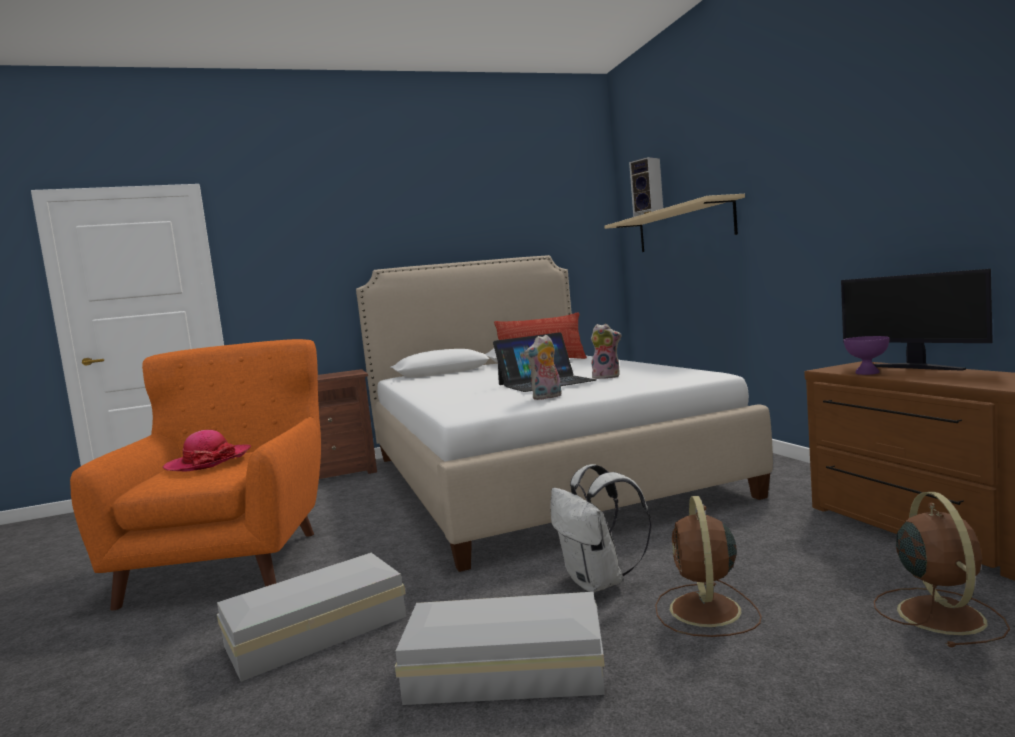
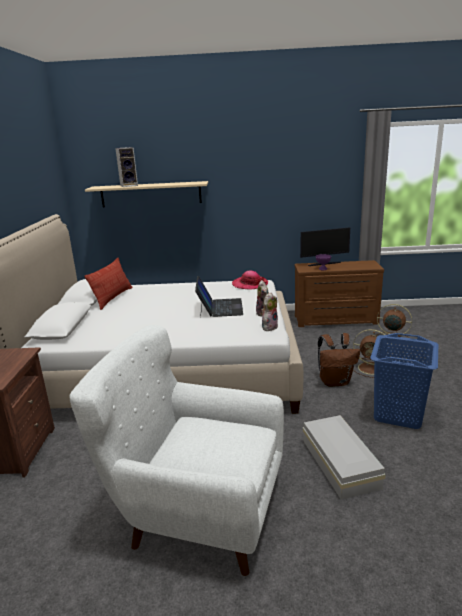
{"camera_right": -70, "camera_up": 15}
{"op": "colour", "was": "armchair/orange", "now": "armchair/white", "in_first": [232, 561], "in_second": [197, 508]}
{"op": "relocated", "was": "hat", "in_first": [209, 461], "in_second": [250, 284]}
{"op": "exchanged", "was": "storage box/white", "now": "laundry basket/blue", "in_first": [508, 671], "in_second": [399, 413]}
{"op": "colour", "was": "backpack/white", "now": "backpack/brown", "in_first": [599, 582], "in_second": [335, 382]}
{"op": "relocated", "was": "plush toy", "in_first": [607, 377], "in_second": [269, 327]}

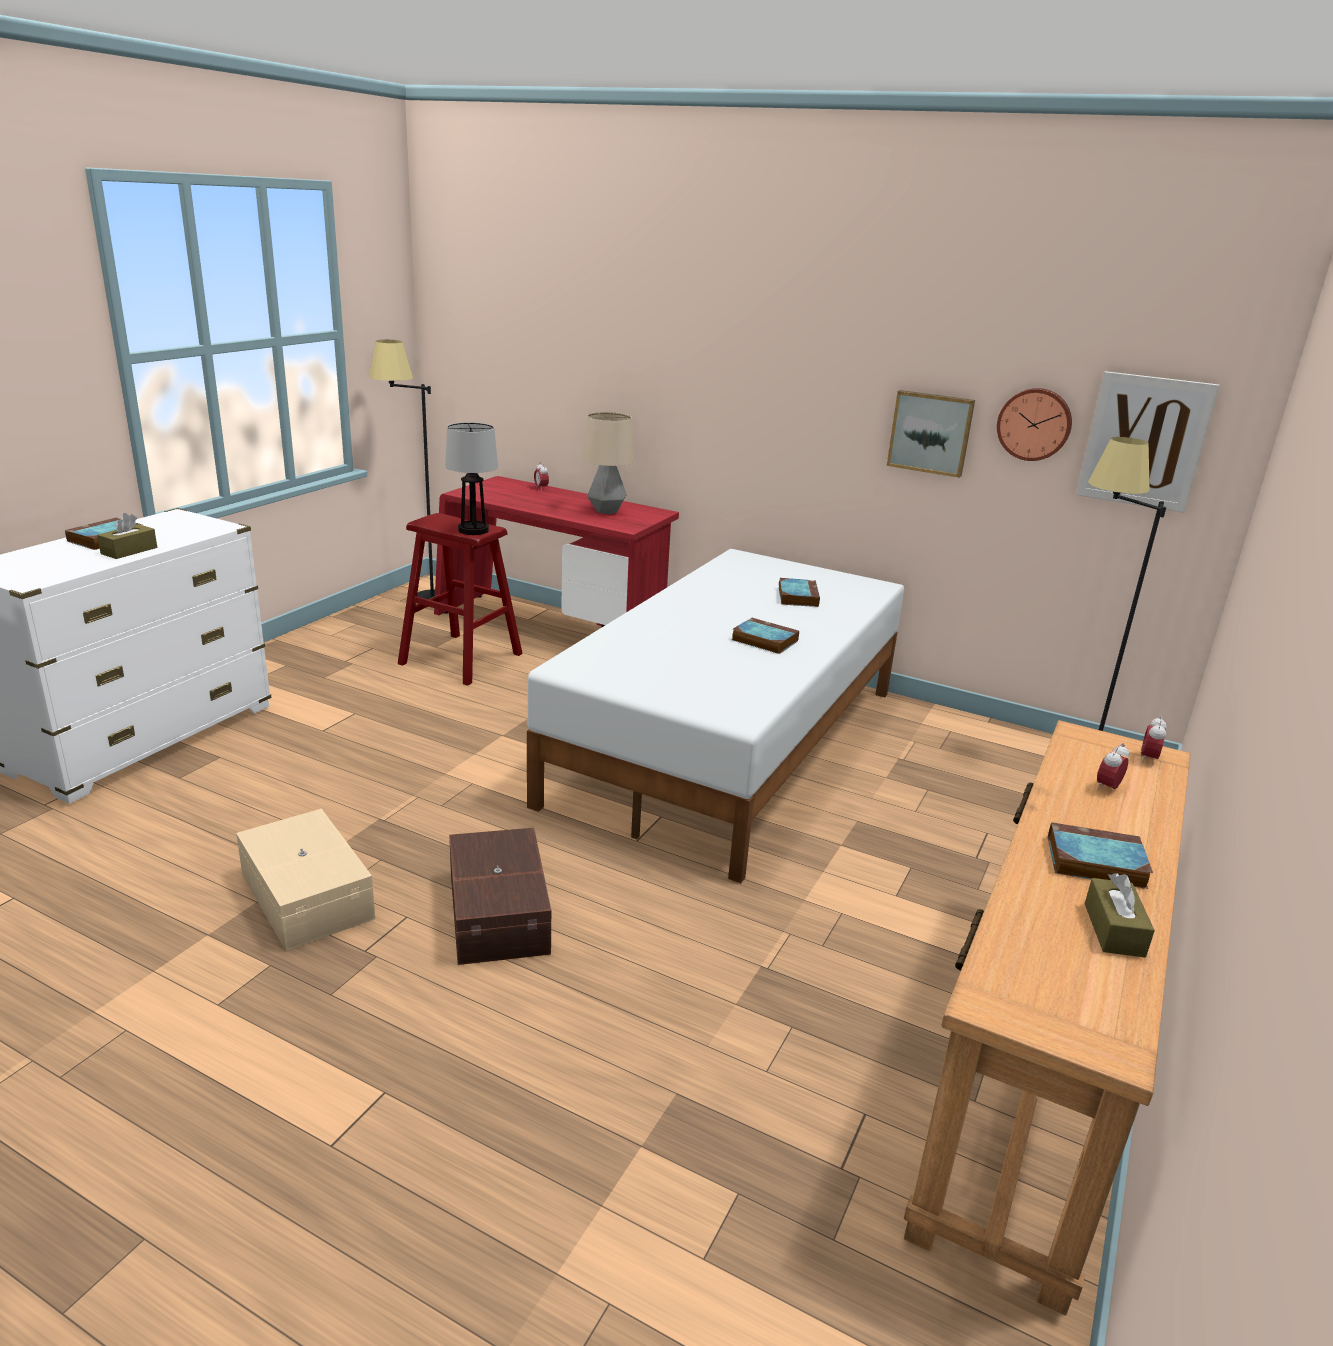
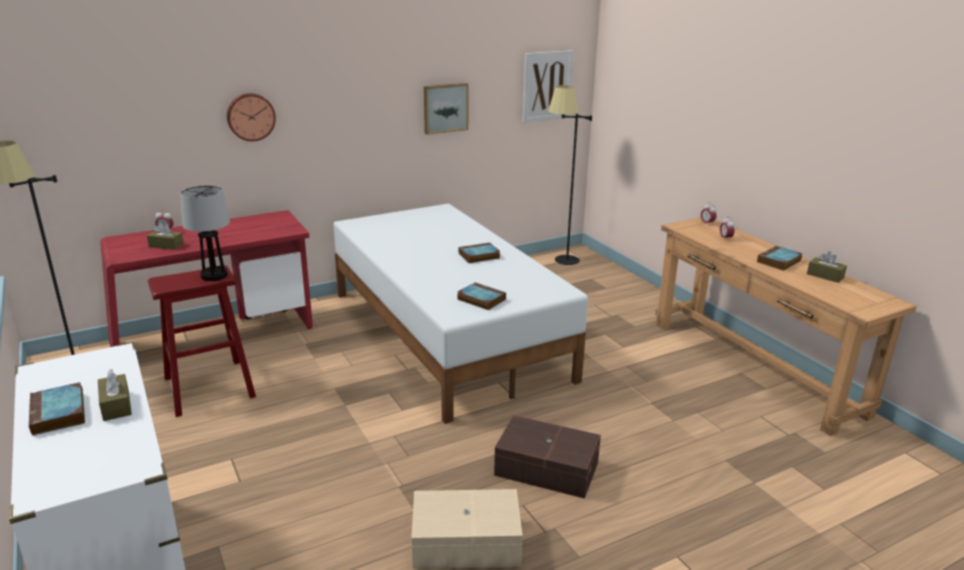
{"camera_right": -55, "camera_up": 0}
{"op": "missing", "was": "table lamp", "in_first": [606, 511]}
{"op": "relocated", "was": "book", "in_first": [797, 596], "in_second": [480, 299]}
{"op": "relocated", "was": "wall clock", "in_first": [1034, 424], "in_second": [250, 116]}
{"op": "appeared", "now": "tissue box/brown", "in_second": [166, 245]}

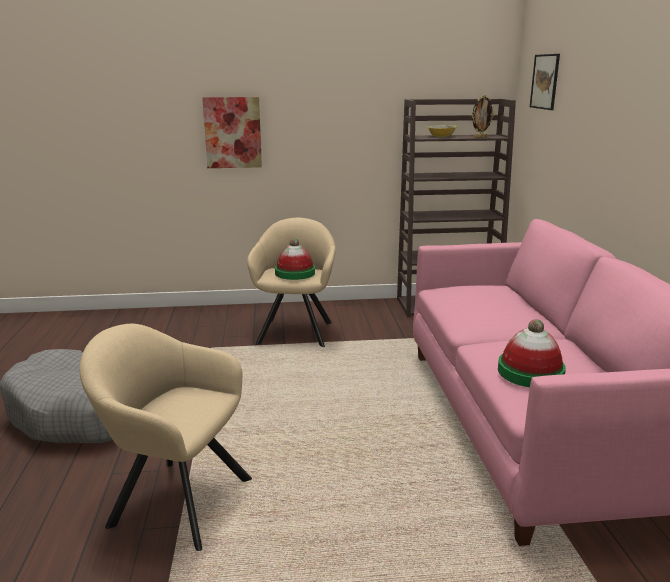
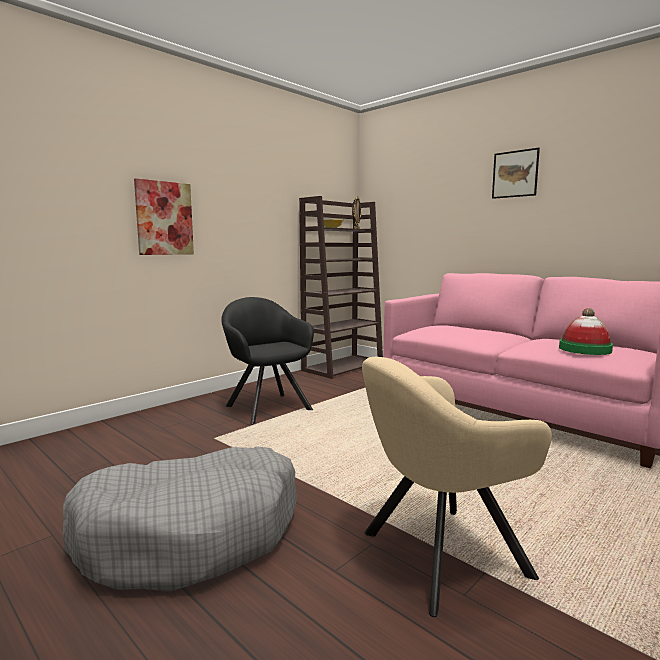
{"camera_right": -40, "camera_up": -10}
{"op": "colour", "was": "armchair/beige", "now": "armchair/black", "in_first": [296, 330], "in_second": [266, 406]}
{"op": "missing", "was": "hat", "in_first": [295, 273]}
{"op": "relocated", "was": "picture", "in_first": [545, 81], "in_second": [515, 174]}

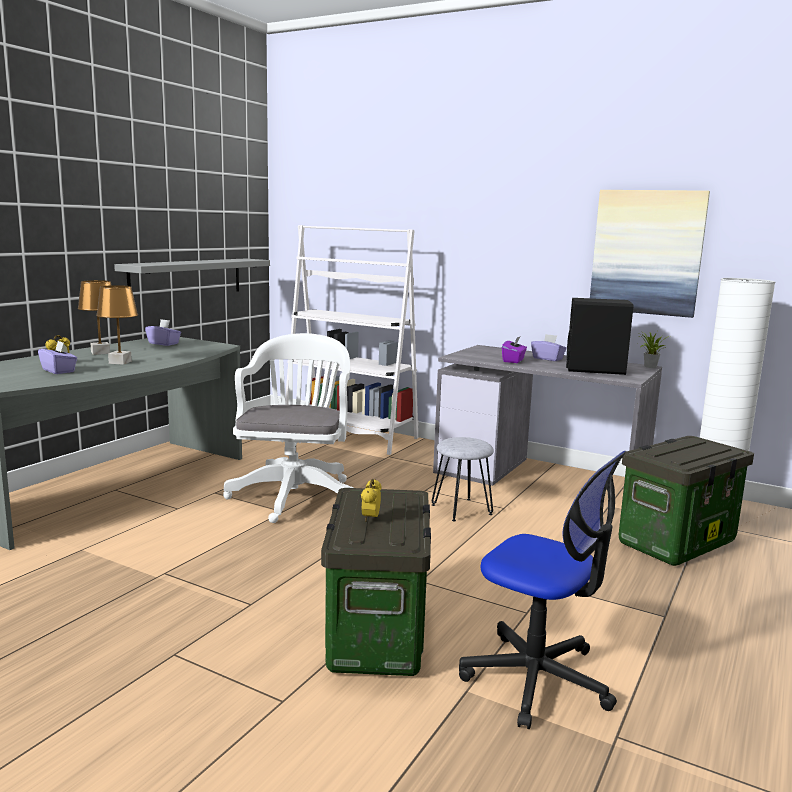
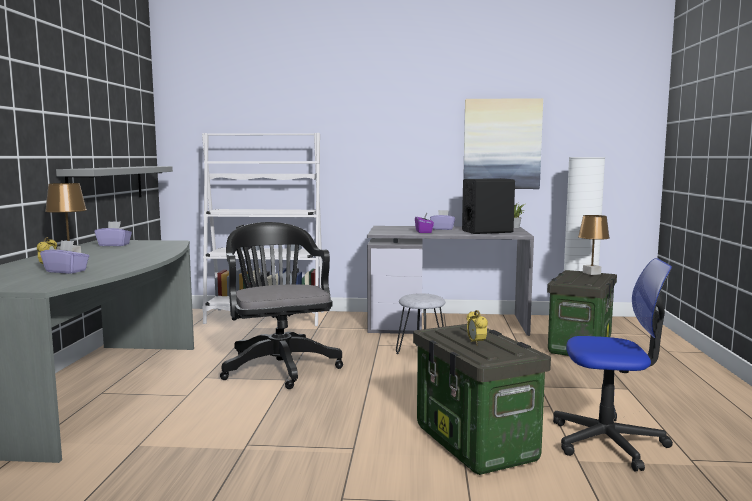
{"camera_right": -25, "camera_up": -5}
{"op": "relocated", "was": "table lamp/brown", "in_first": [120, 362], "in_second": [591, 273]}
{"op": "colour", "was": "office chair/white", "now": "office chair/black", "in_first": [295, 494], "in_second": [279, 366]}

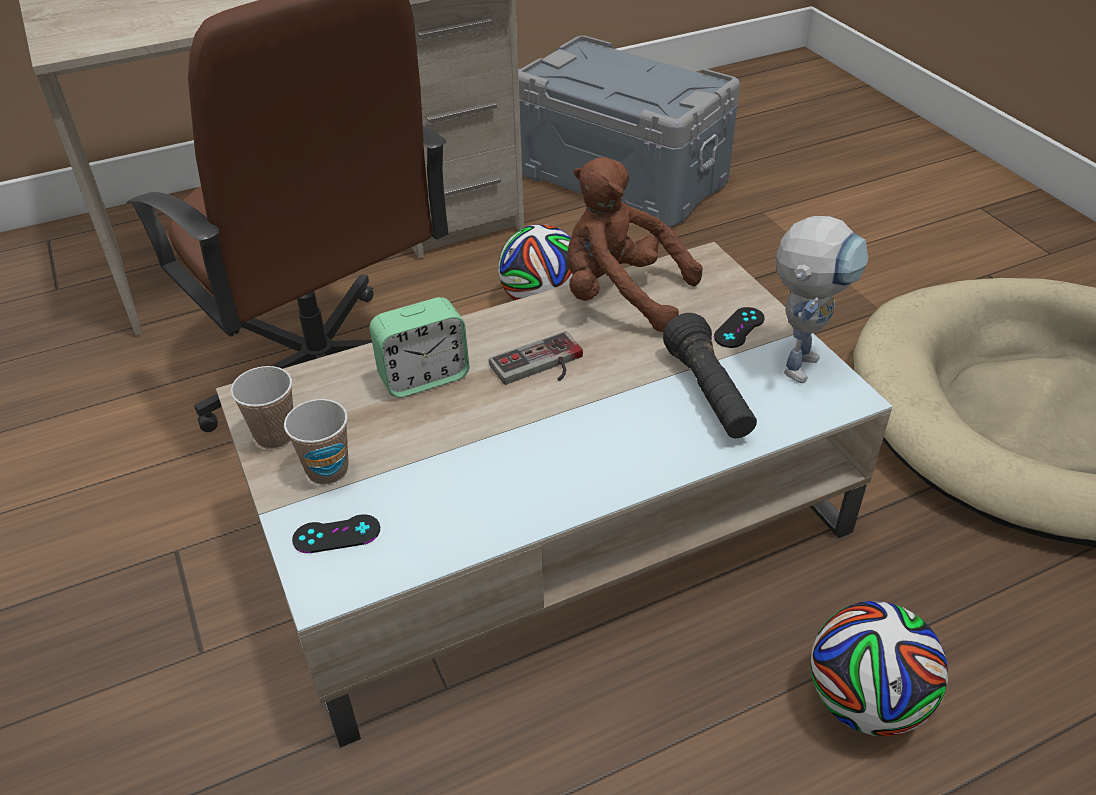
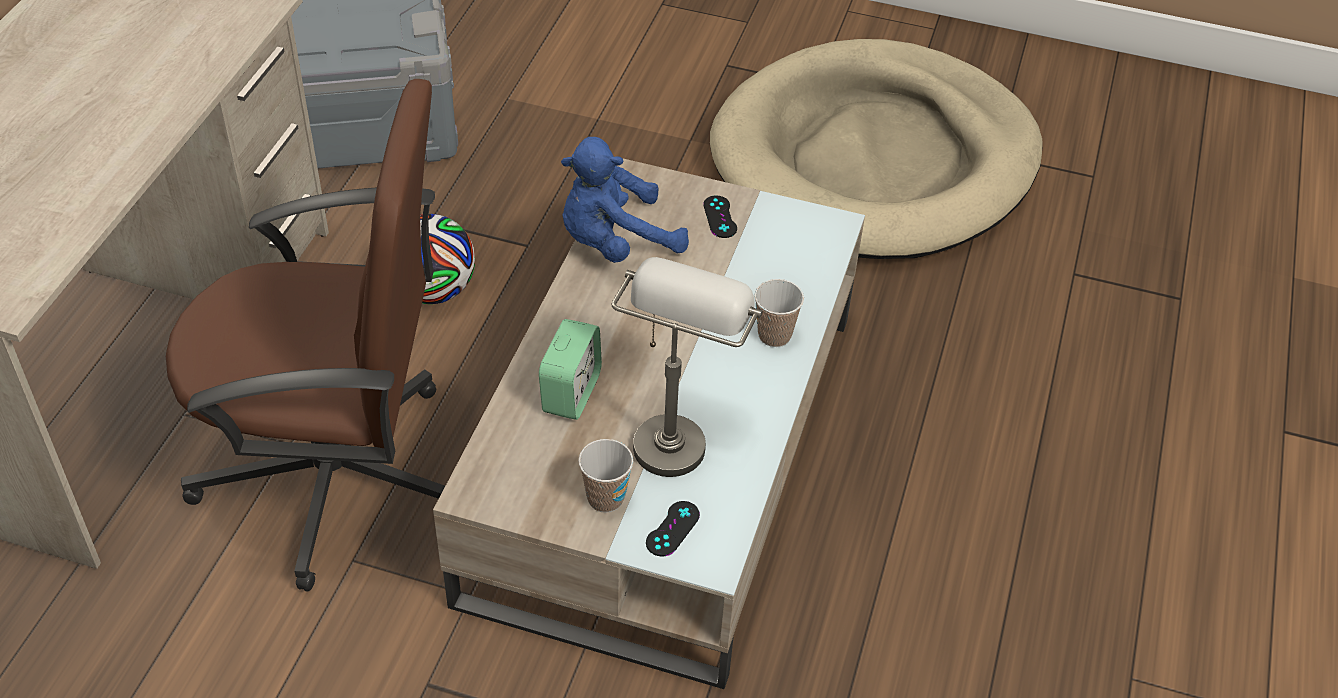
{"camera_right": -50, "camera_up": 5}
{"op": "relocated", "was": "cup", "in_first": [275, 435], "in_second": [774, 335]}
{"op": "missing", "was": "game controller", "in_first": [541, 366]}
{"op": "colour", "was": "plush toy/brown", "now": "plush toy/blue", "in_first": [620, 296], "in_second": [615, 242]}
{"op": "missing", "was": "flashlight/black", "in_first": [709, 394]}
{"op": "missing", "was": "toy robot", "in_first": [800, 358]}
{"op": "missing", "was": "football", "in_first": [865, 702]}
{"op": "appeared", "now": "table lamp/grey", "in_second": [676, 429]}

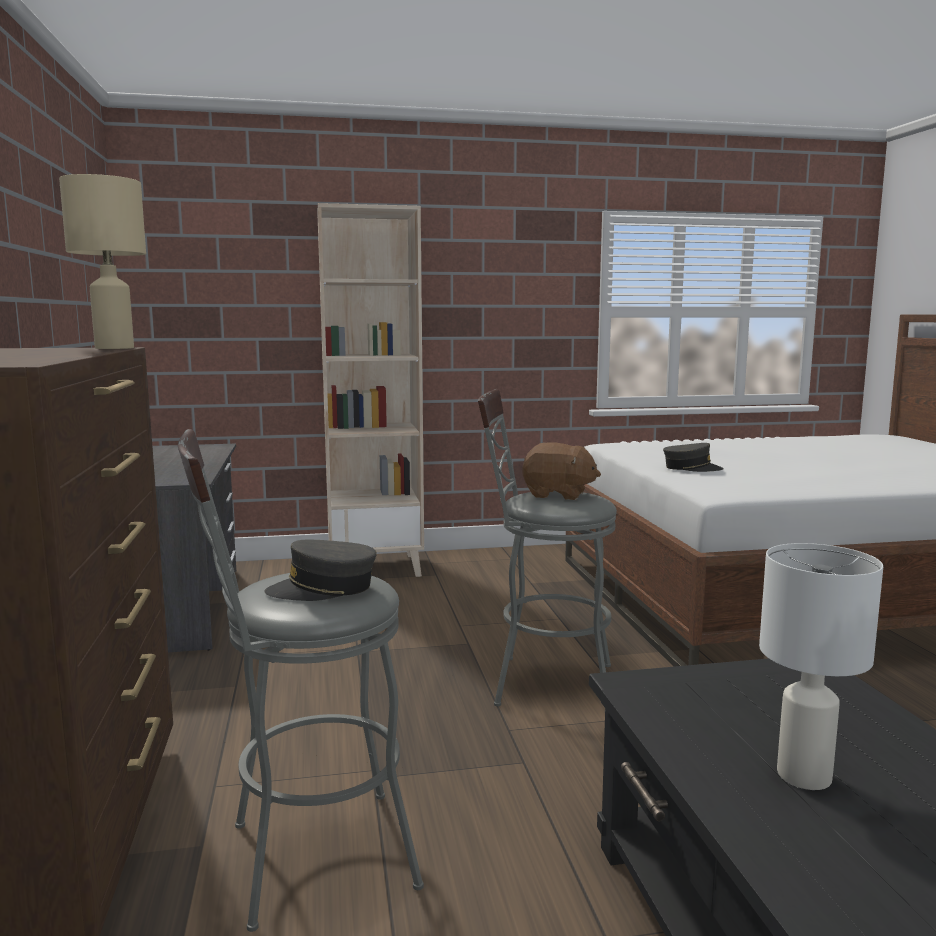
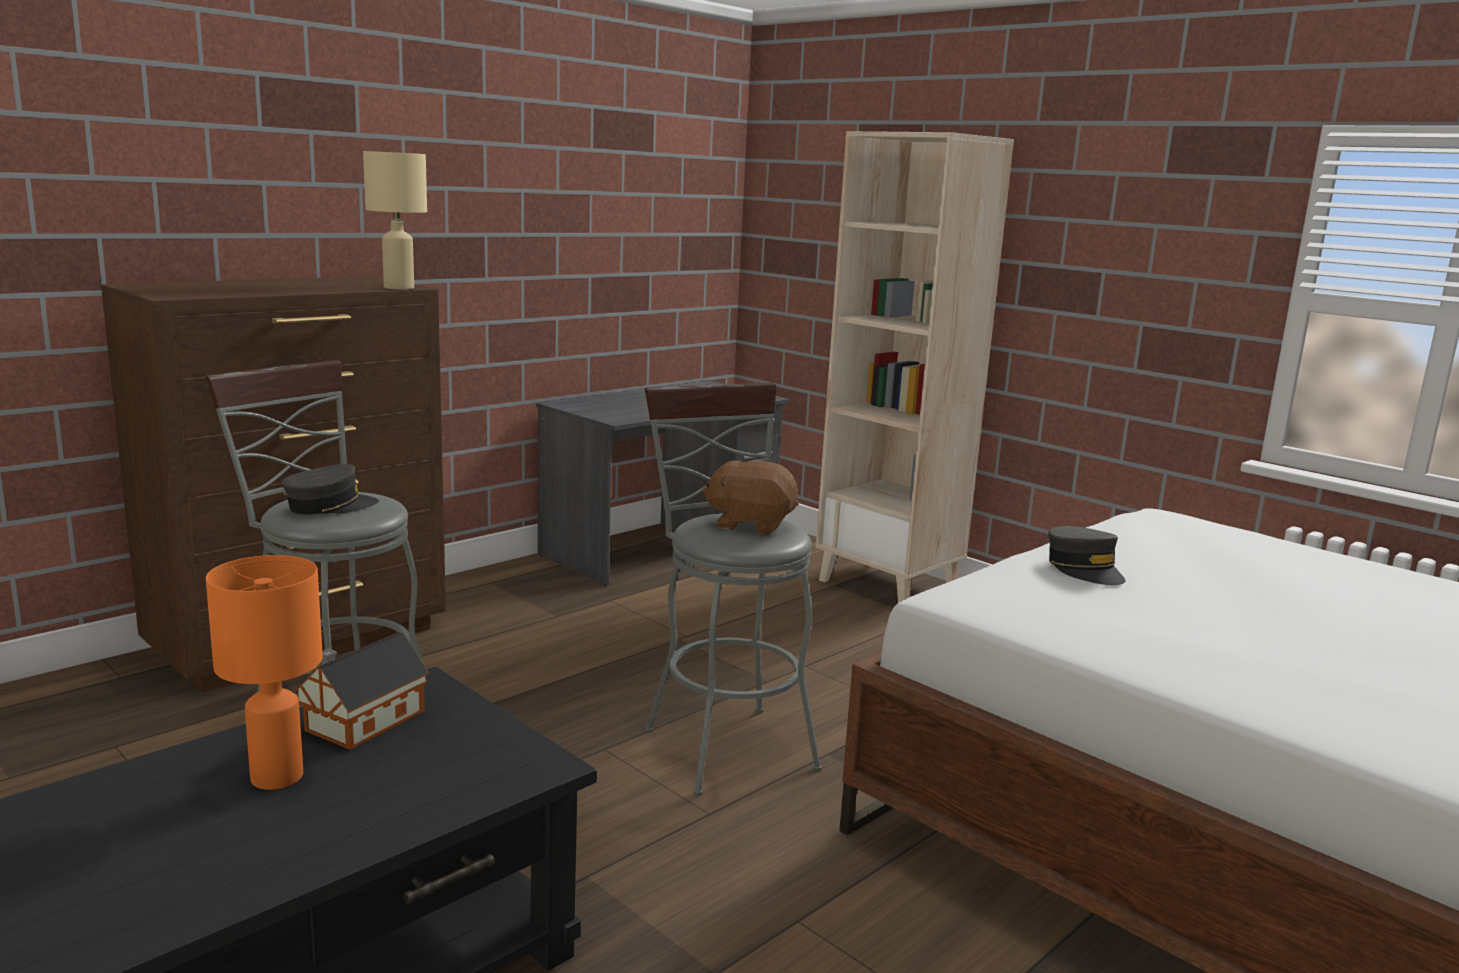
{"camera_right": 55, "camera_up": 5}
{"op": "spun", "was": "cap/grey", "in_first": [323, 589], "in_second": [330, 506], "clockwise": 105}
{"op": "spun", "was": "plush toy/brown", "in_first": [558, 495], "in_second": [751, 524], "clockwise": 120}
{"op": "colour", "was": "table lamp/white", "now": "table lamp/orange", "in_first": [802, 775], "in_second": [277, 776]}
{"op": "appeared", "now": "toy house", "in_second": [361, 722]}

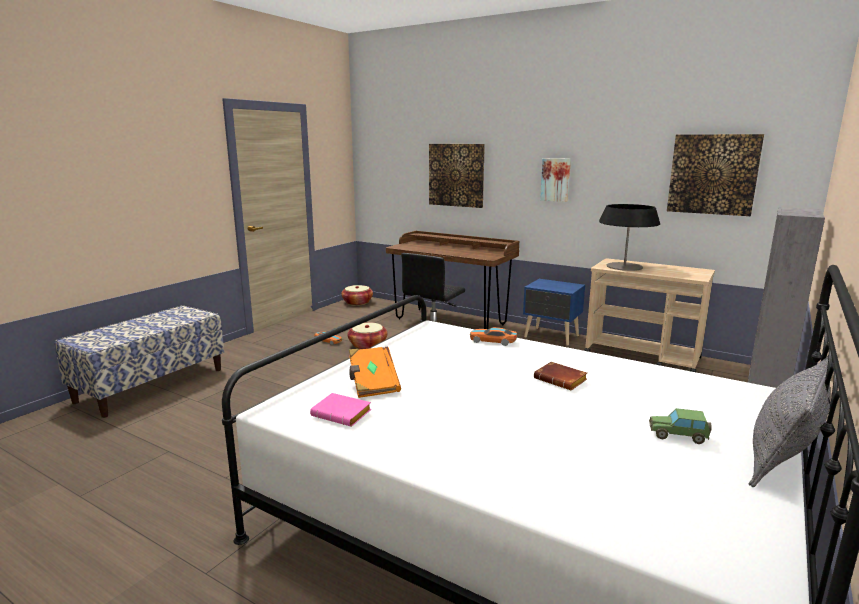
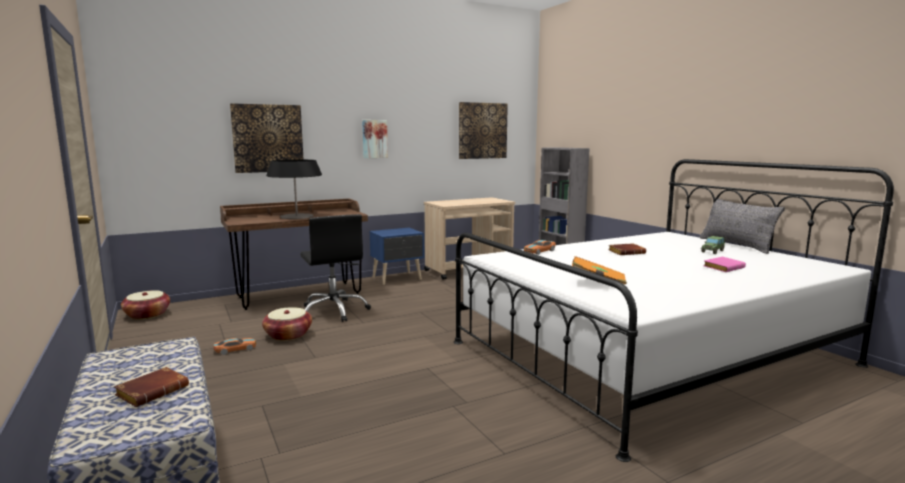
{"camera_right": -60, "camera_up": -5}
{"op": "relocated", "was": "book/pink", "in_first": [343, 414], "in_second": [723, 268]}
{"op": "relocated", "was": "table lamp", "in_first": [624, 266], "in_second": [296, 216]}
{"op": "appeared", "now": "book/brown", "in_second": [153, 391]}

